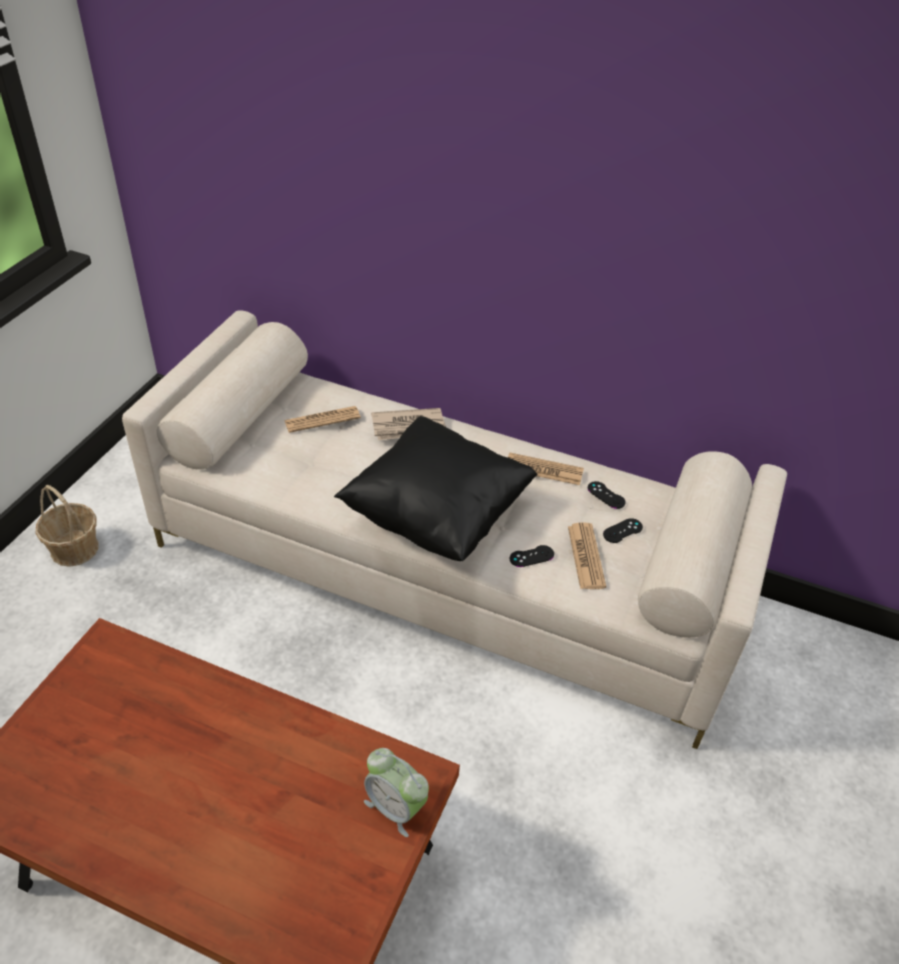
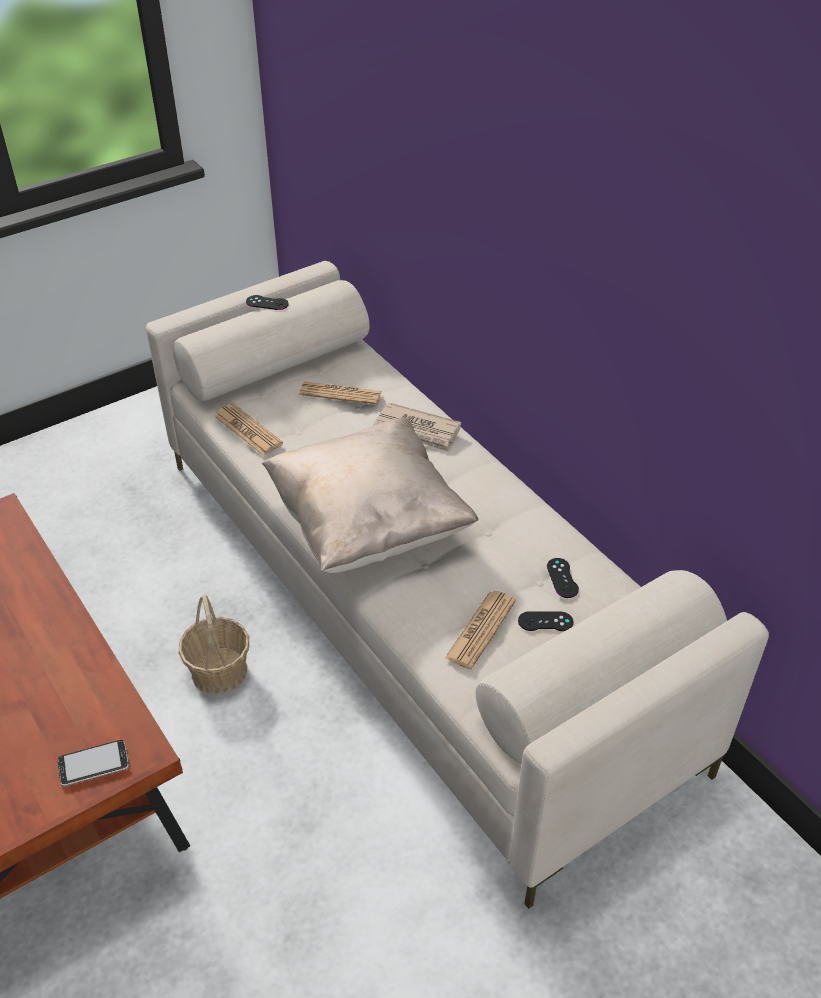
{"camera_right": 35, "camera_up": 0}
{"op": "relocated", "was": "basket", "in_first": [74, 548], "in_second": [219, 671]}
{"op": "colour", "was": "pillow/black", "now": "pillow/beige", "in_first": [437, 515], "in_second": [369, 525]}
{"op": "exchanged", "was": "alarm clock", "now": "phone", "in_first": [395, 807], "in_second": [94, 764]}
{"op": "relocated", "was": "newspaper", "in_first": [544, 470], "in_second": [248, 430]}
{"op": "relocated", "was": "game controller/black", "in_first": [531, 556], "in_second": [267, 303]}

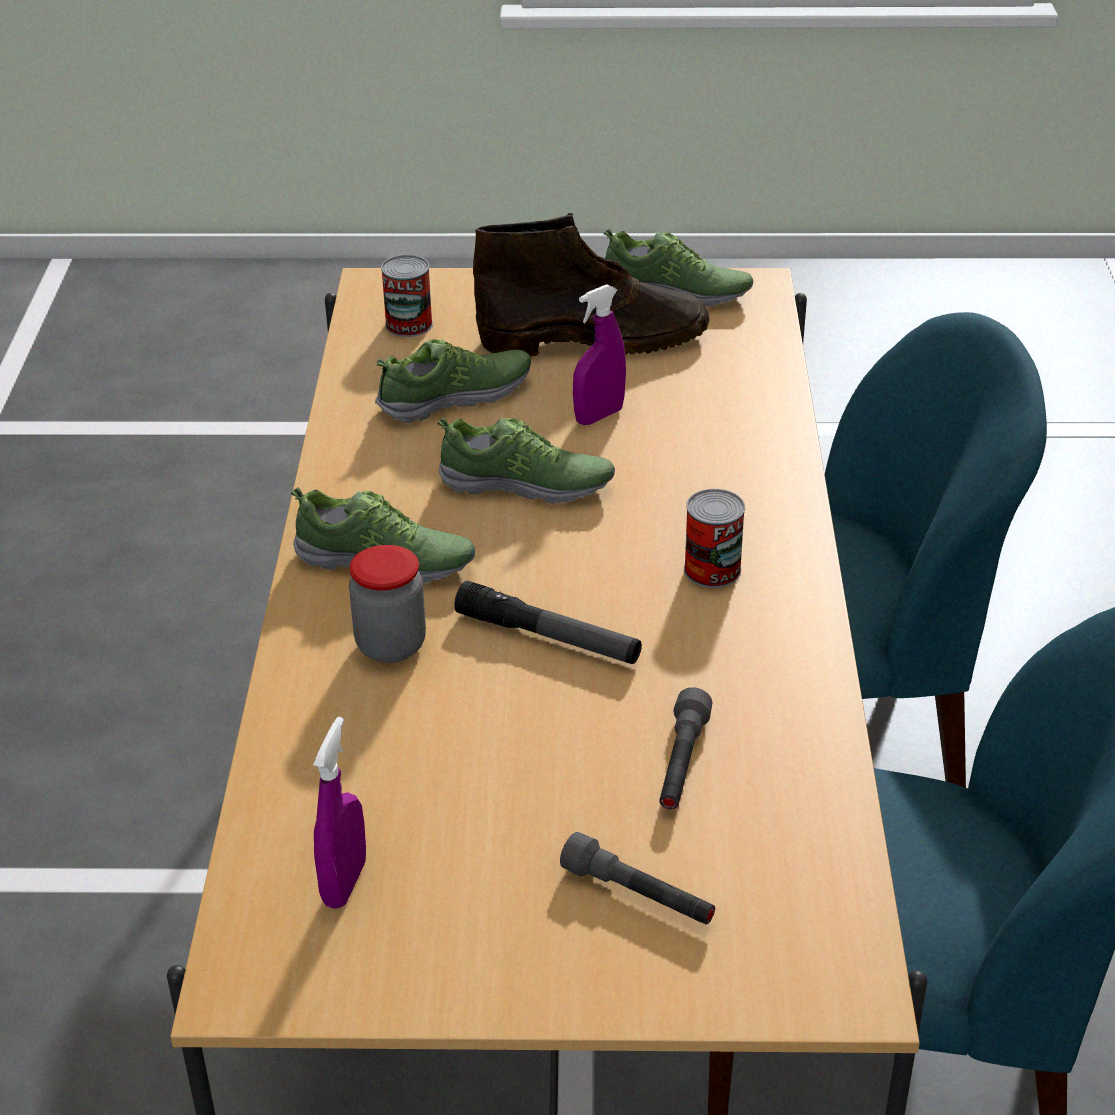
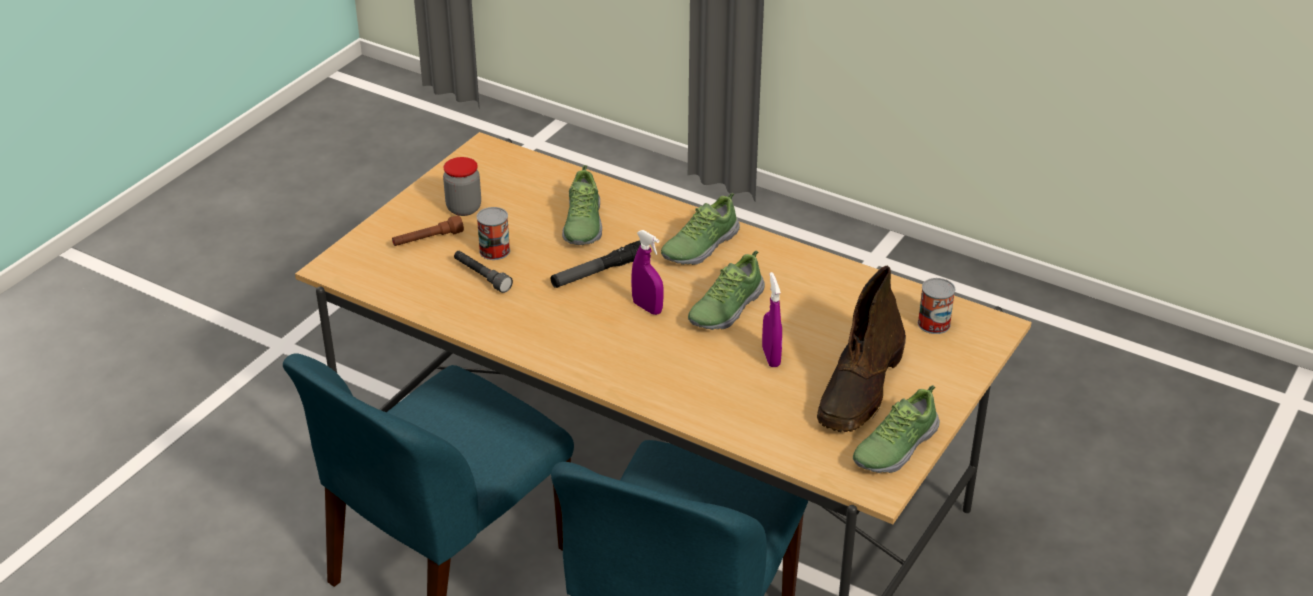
{"camera_right": 120, "camera_up": 0}
{"op": "relocated", "was": "spray bottle/purple", "in_first": [344, 883], "in_second": [647, 307]}
{"op": "relocated", "was": "jar", "in_first": [391, 645], "in_second": [464, 208]}
{"op": "relocated", "was": "shoe", "in_first": [456, 398], "in_second": [582, 224]}
{"op": "colour", "was": "flashlight/grey", "now": "flashlight/brown", "in_first": [638, 895], "in_second": [428, 239]}
{"op": "relocated", "was": "can", "in_first": [712, 570], "in_second": [494, 251]}

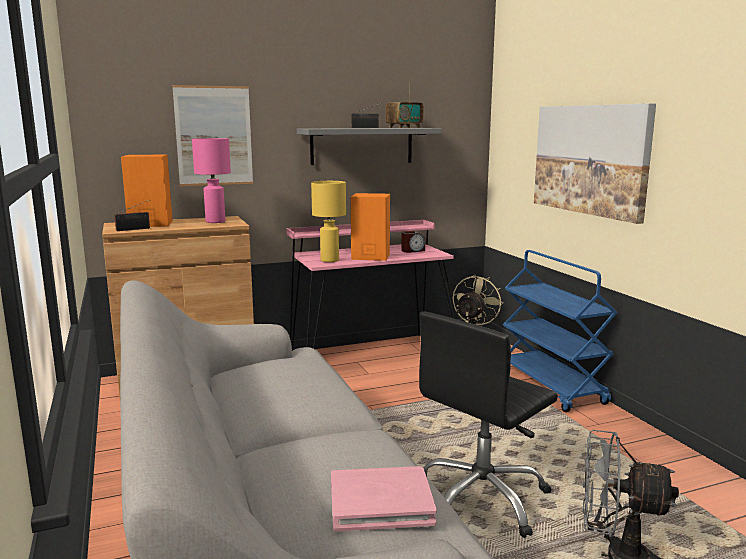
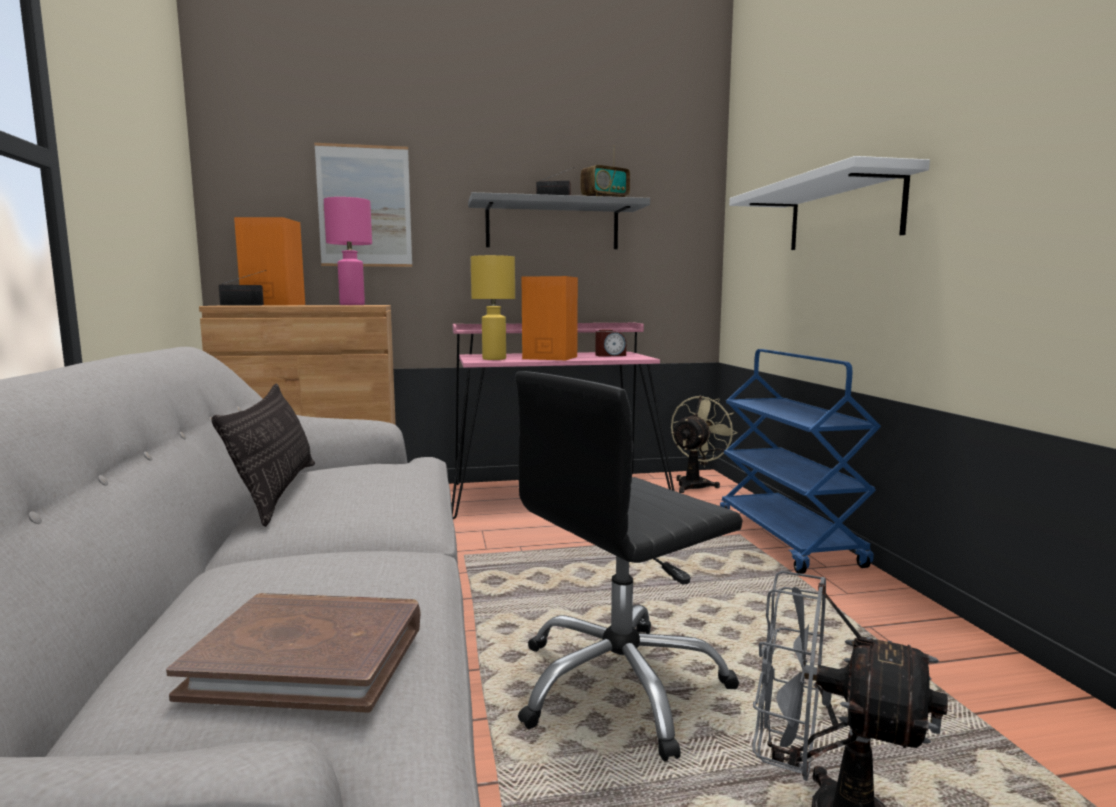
{"camera_right": 10, "camera_up": -5}
{"op": "colour", "was": "book/pink", "now": "book/brown", "in_first": [380, 502], "in_second": [309, 658]}
{"op": "exchanged", "was": "picture", "now": "shelf/white", "in_first": [590, 159], "in_second": [843, 213]}
{"op": "appeared", "now": "pillow", "in_second": [277, 491]}

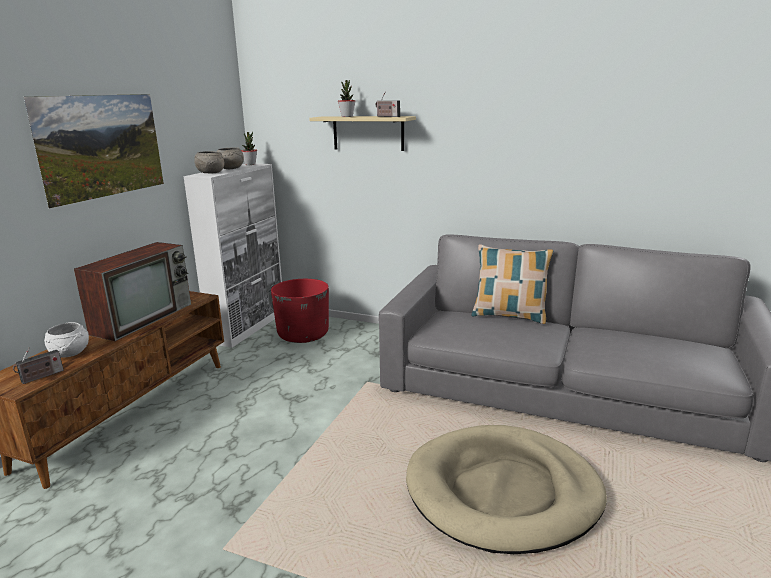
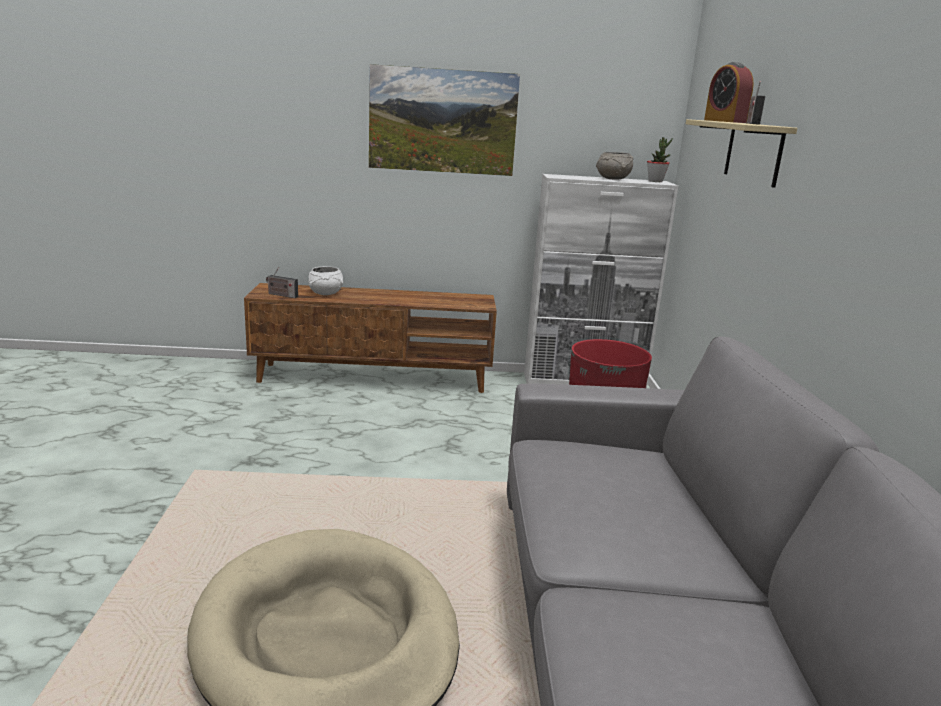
{"camera_right": 65, "camera_up": 0}
{"op": "missing", "was": "television", "in_first": [144, 318]}
{"op": "missing", "was": "bowl/grey", "in_first": [210, 173]}
{"op": "exchanged", "was": "potted plant", "now": "alarm clock", "in_first": [347, 116], "in_second": [725, 121]}
{"op": "missing", "was": "pillow", "in_first": [509, 316]}

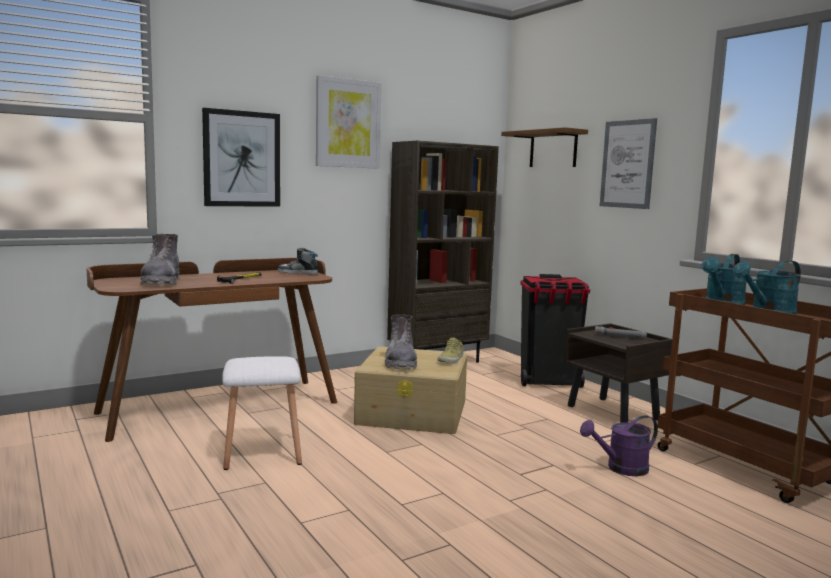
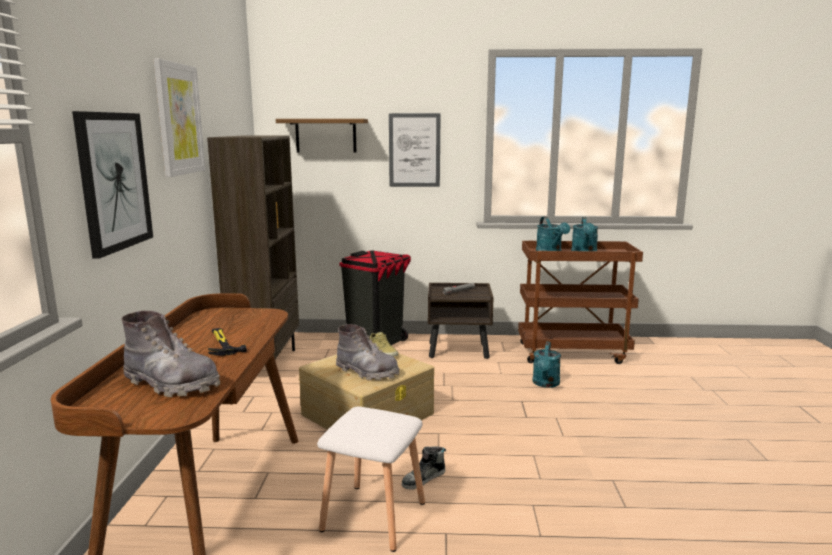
{"camera_right": -55, "camera_up": 5}
{"op": "relocated", "was": "shoe", "in_first": [297, 273], "in_second": [424, 479]}
{"op": "colour", "was": "watering can/purple", "now": "watering can/turquoise", "in_first": [621, 469], "in_second": [545, 384]}

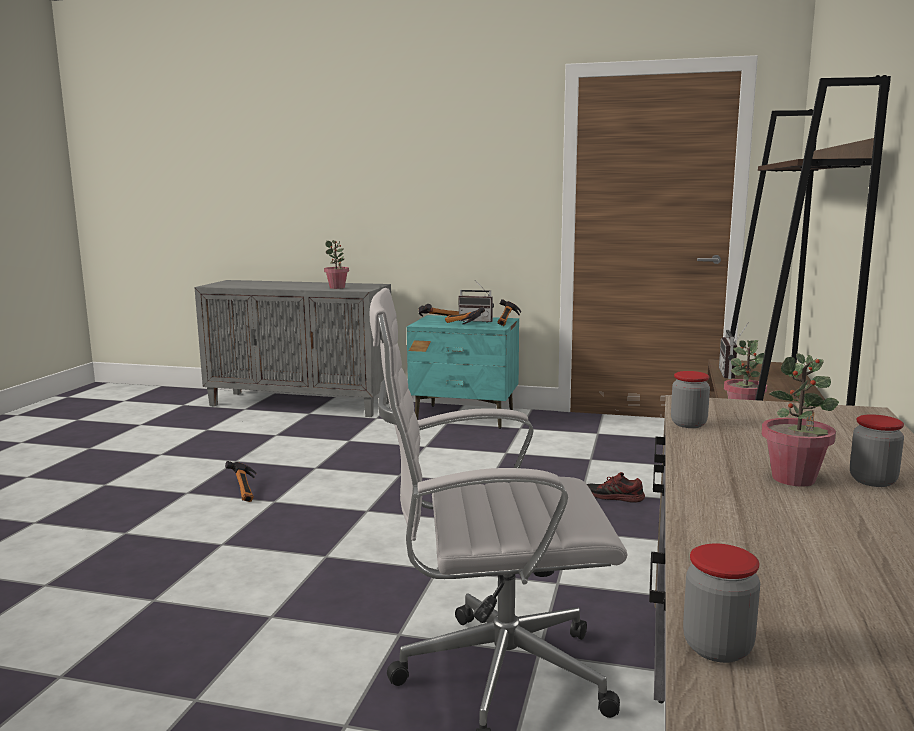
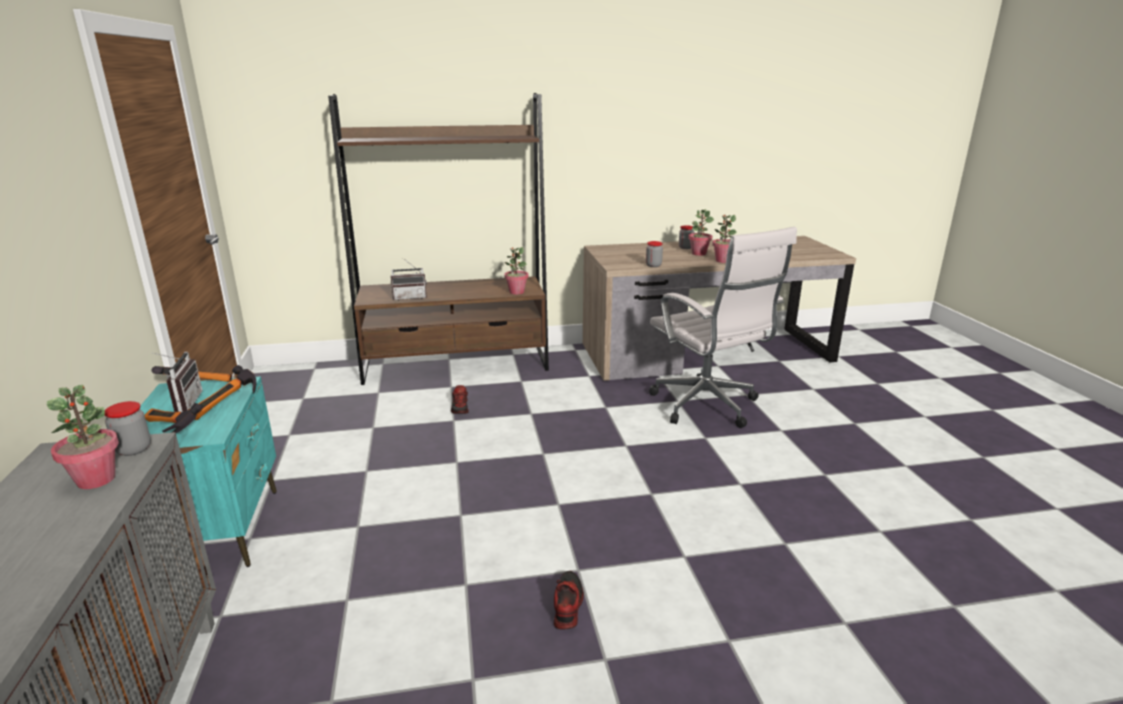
{"camera_right": -115, "camera_up": 10}
{"op": "exchanged", "was": "hammer", "now": "shoe", "in_first": [247, 491], "in_second": [567, 605]}
{"op": "relocated", "was": "jar", "in_first": [717, 648], "in_second": [134, 449]}
{"op": "appeared", "now": "potted plant", "in_second": [722, 261]}

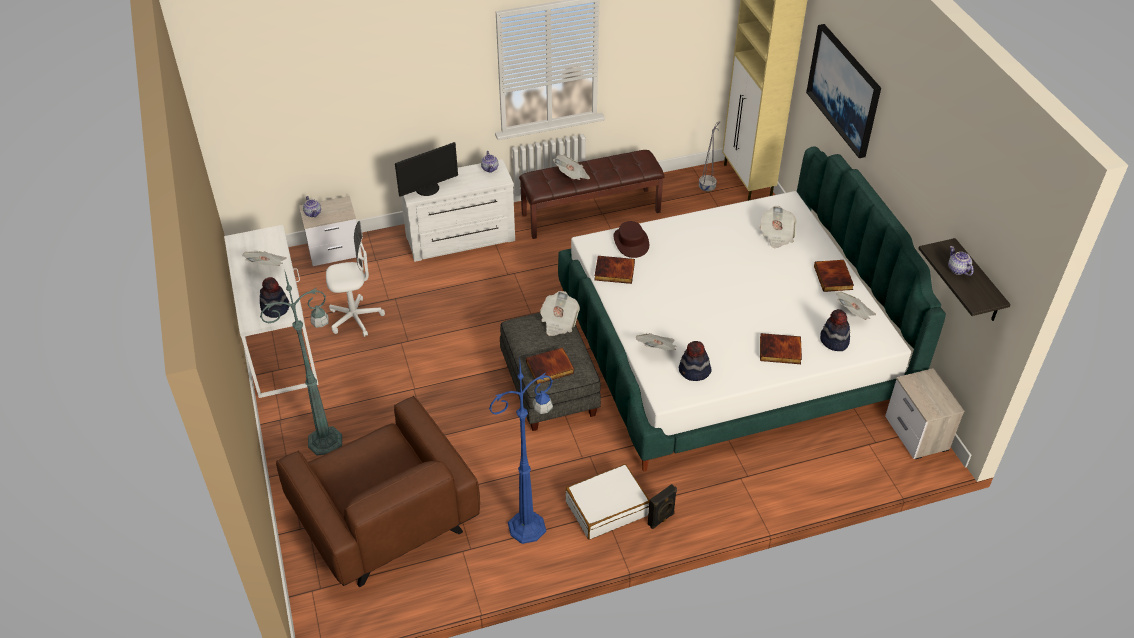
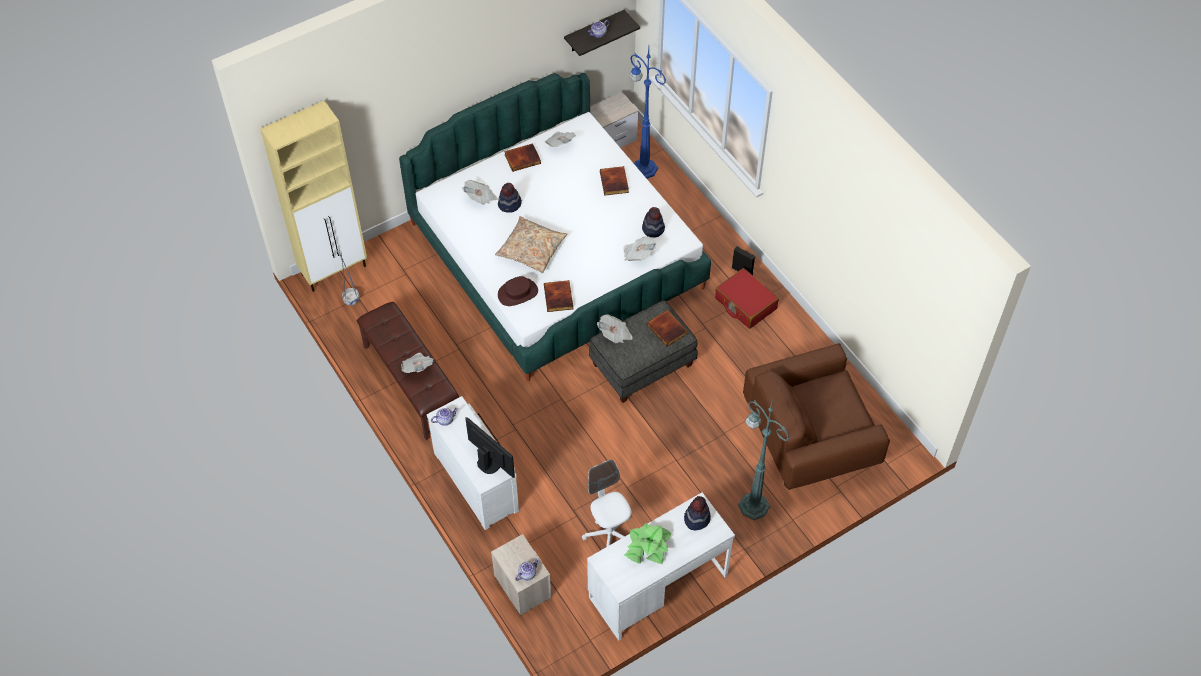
{"camera_right": -105, "camera_up": 10}
{"op": "exchanged", "was": "newspaper", "now": "potted plant", "in_first": [267, 266], "in_second": [648, 547]}
{"op": "spun", "was": "armchair/brown", "in_first": [385, 519], "in_second": [809, 438], "clockwise": -150}
{"op": "relocated", "was": "floor lamp/blue", "in_first": [529, 526], "in_second": [643, 168]}
{"op": "colour", "was": "suitcase/white", "now": "suitcase/red", "in_first": [606, 508], "in_second": [745, 304]}
{"op": "missing", "was": "picture", "in_first": [844, 89]}
{"op": "relocated", "was": "hat", "in_first": [834, 341], "in_second": [510, 204]}
{"op": "appeared", "now": "pillow/beige", "in_second": [531, 249]}

